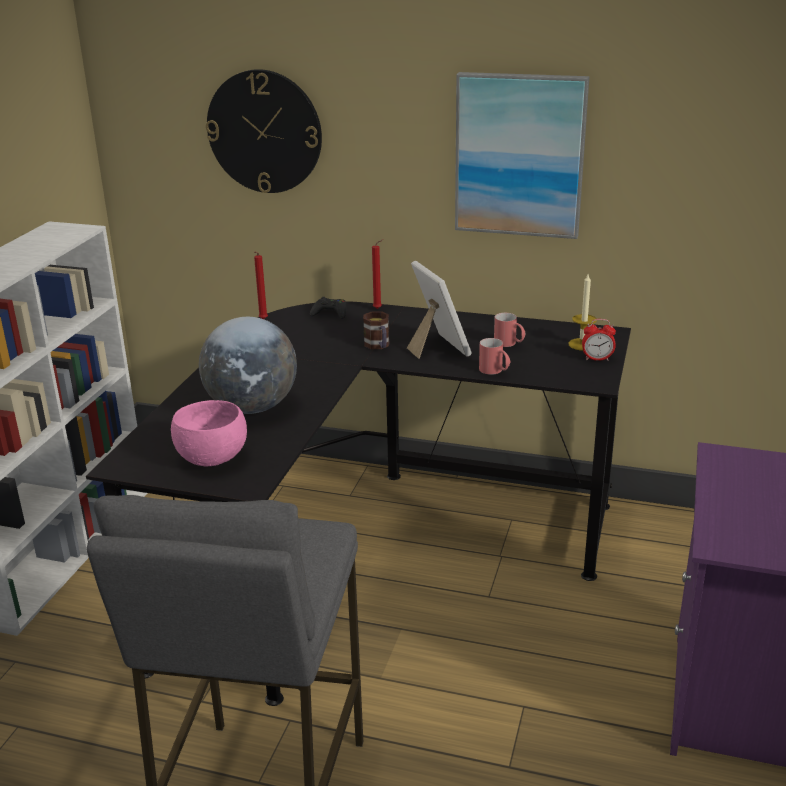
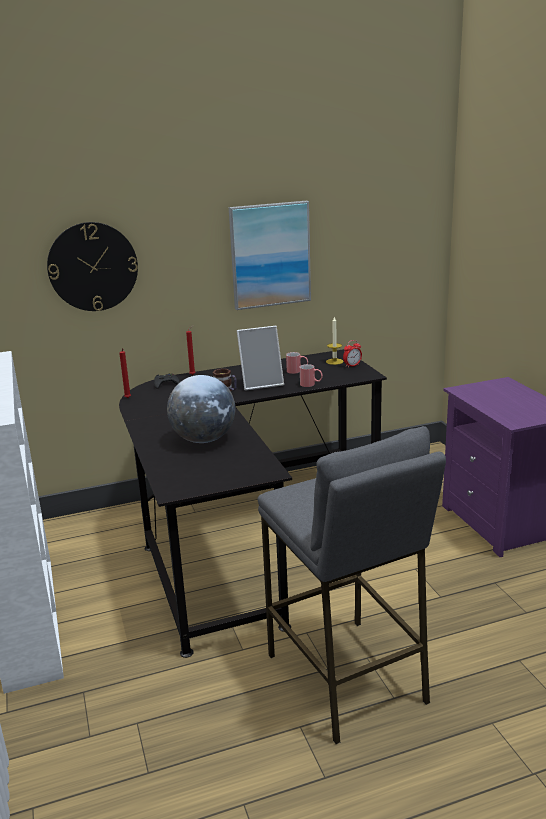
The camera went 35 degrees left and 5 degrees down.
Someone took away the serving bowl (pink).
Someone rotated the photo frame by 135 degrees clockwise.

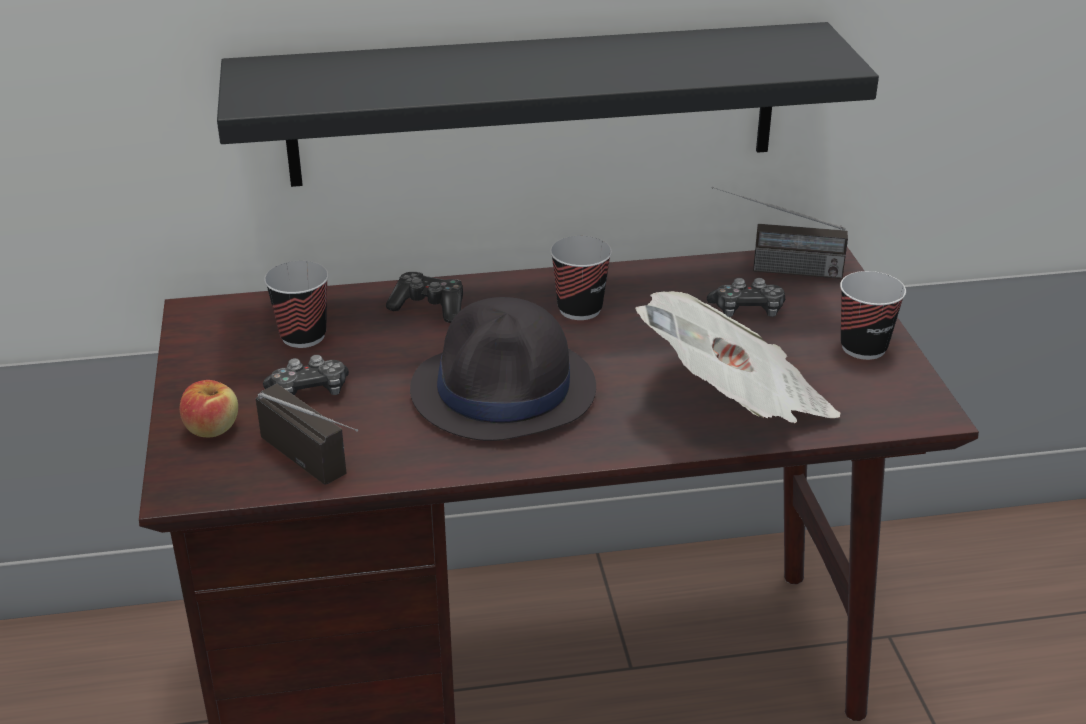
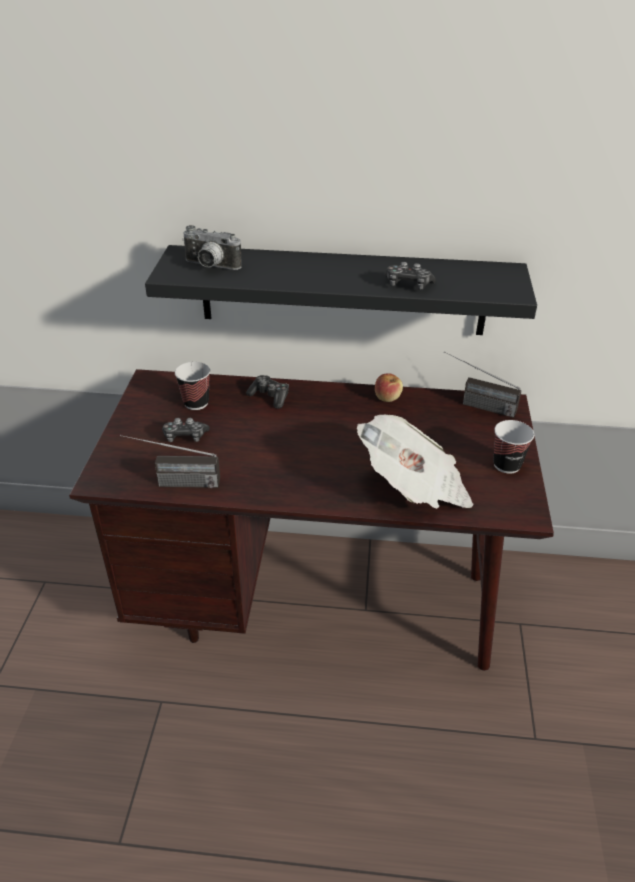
The camera went 15 degrees right and 5 degrees up.
Someone took away the hat (black).
Someone took away the drinking cup (no. 2 from left).
Someone put down the photo camera.
Someone carried the apple fruit.
Someone carried the gamepad (no. 3 from left).
Someone rotated the radio set (no. 1 from left) by 120 degrees clockwise.

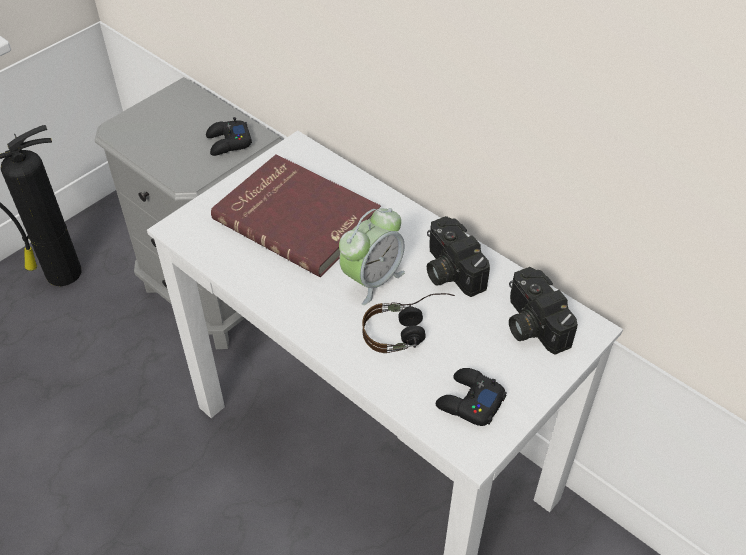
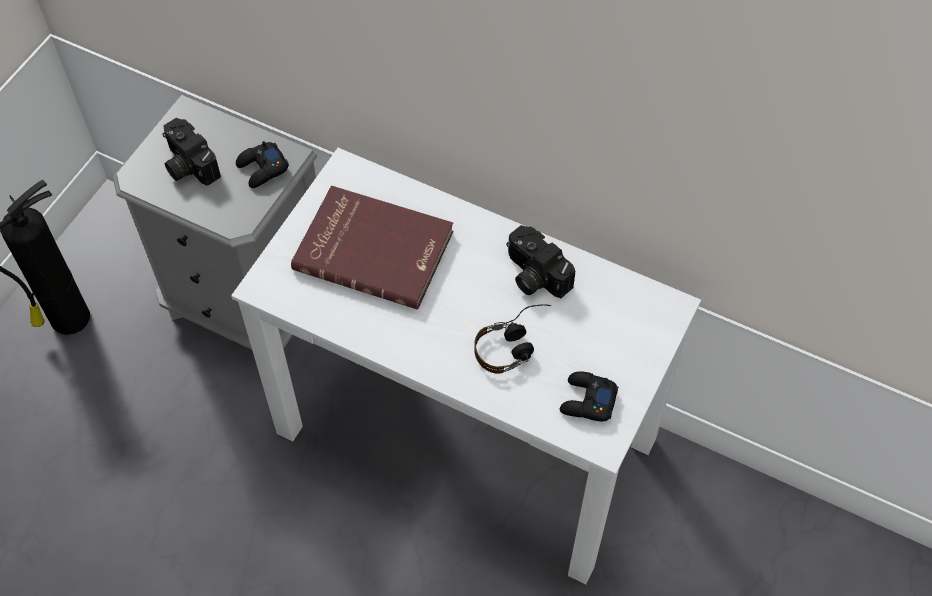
The camera went 15 degrees left and 10 degrees up.
Someone took away the alarm clock.
Someone carried the photo camera (no. 2 from left in the first image).

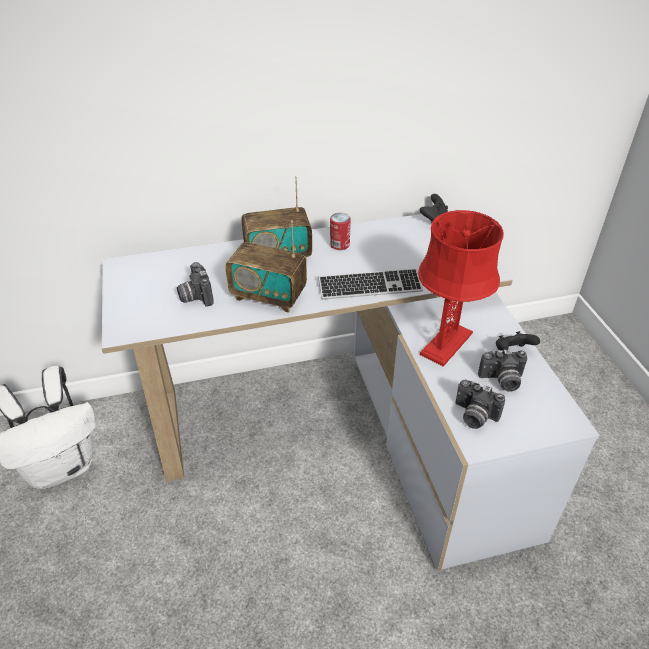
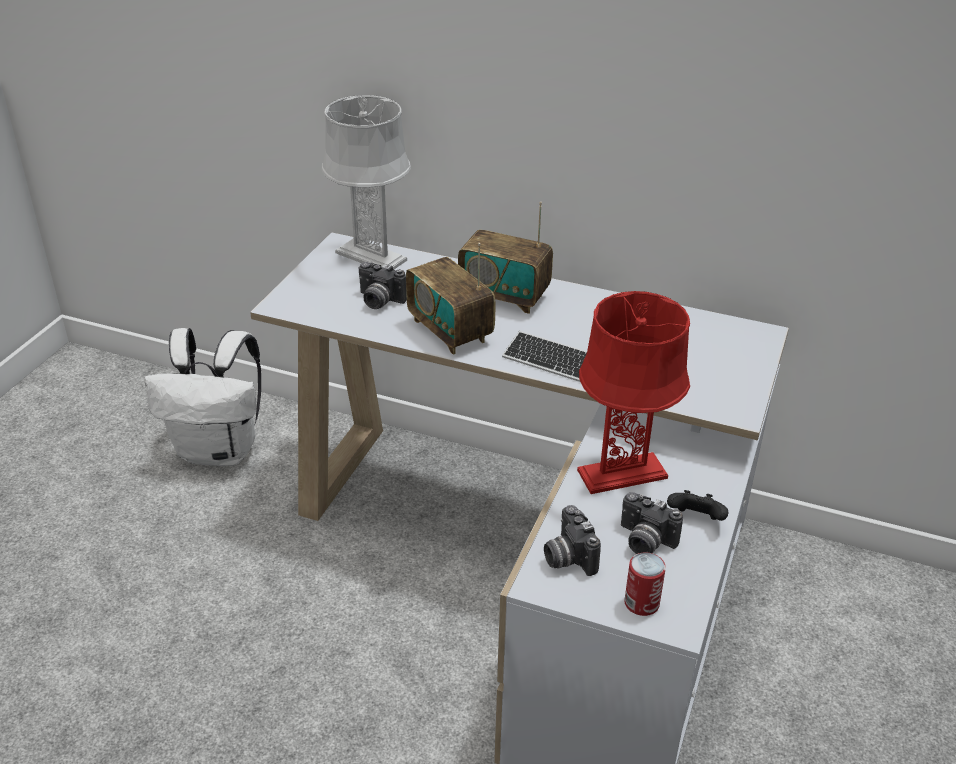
The camera went 35 degrees right and 5 degrees down.
Someone took away the gamepad (black) (no. 1 from left).
Someone put down the lamp for a table (grey).
Someone carried the metal can.
Someone rotated the photo camera (no. 1 from left) by 75 degrees counterclockwise.

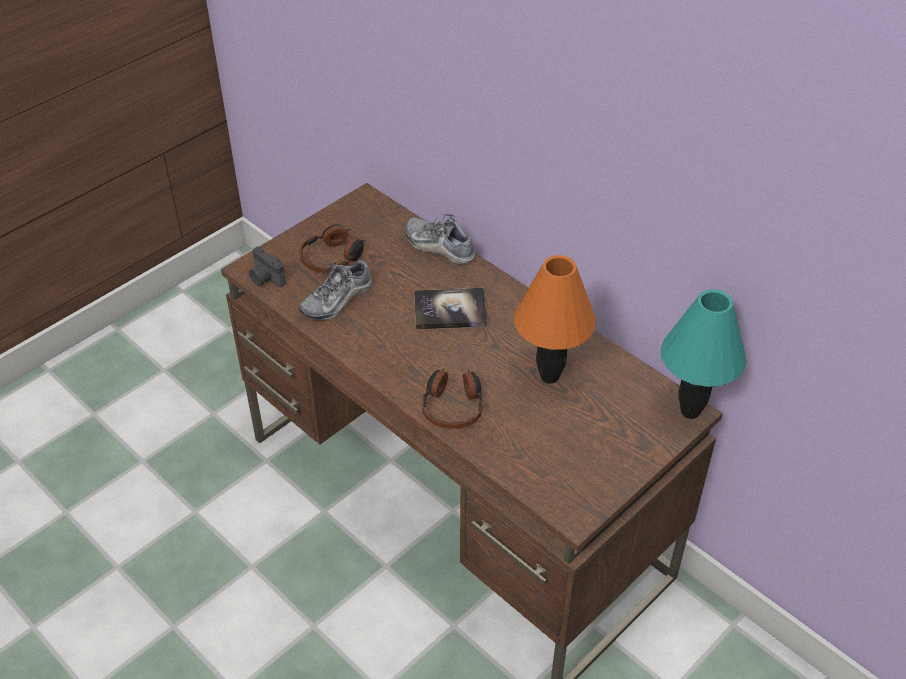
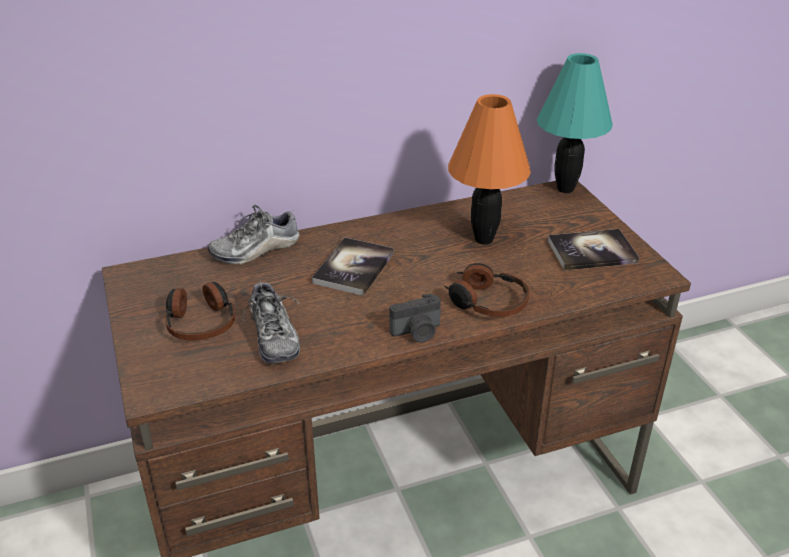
The camera went 65 degrees left and 10 degrees down.
Someone put down the bound book (no. 2 from left).
Someone carried the photo camera.

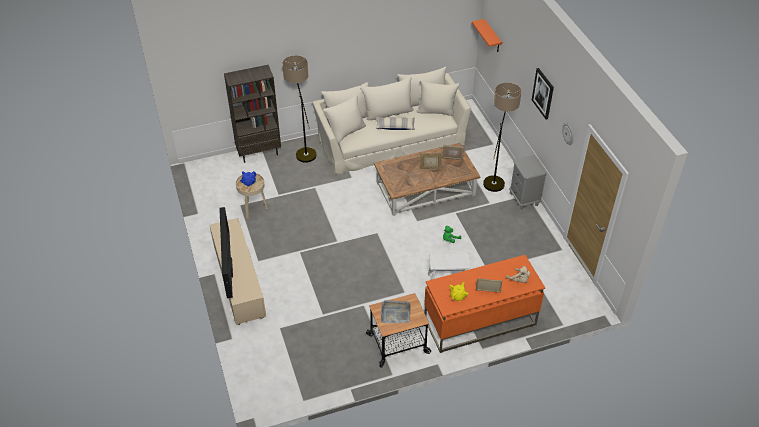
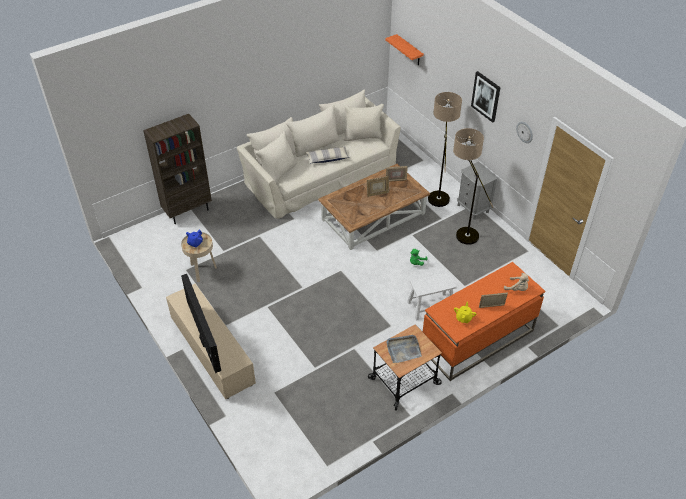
The camera went 15 degrees left and 0 degrees up.
Someone carried the floor lamp (no. 1 from left in the first image).

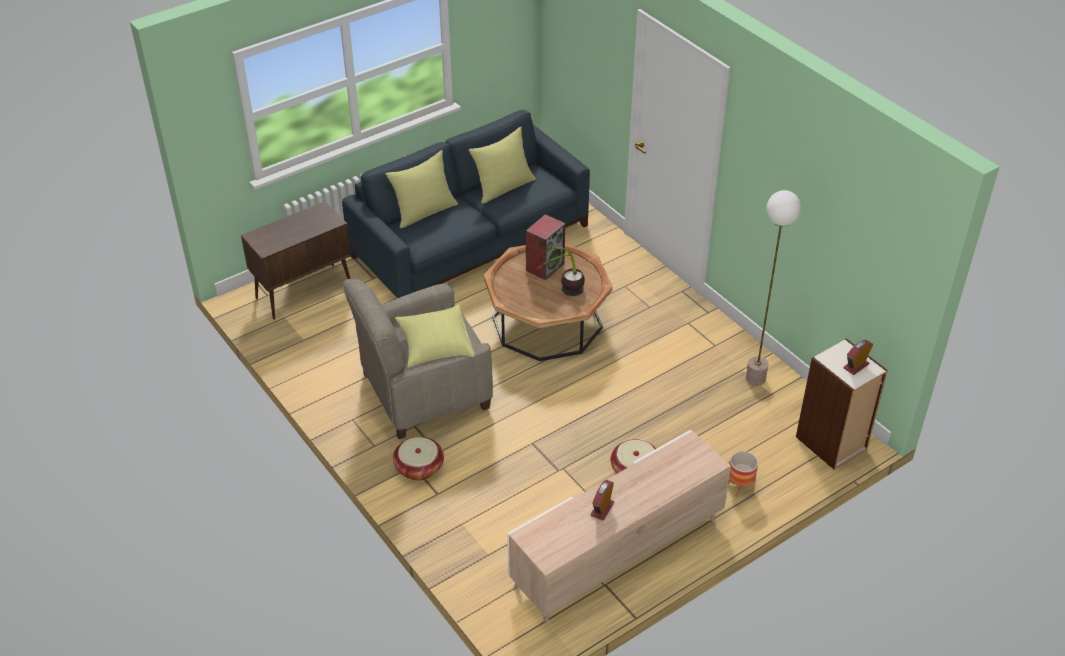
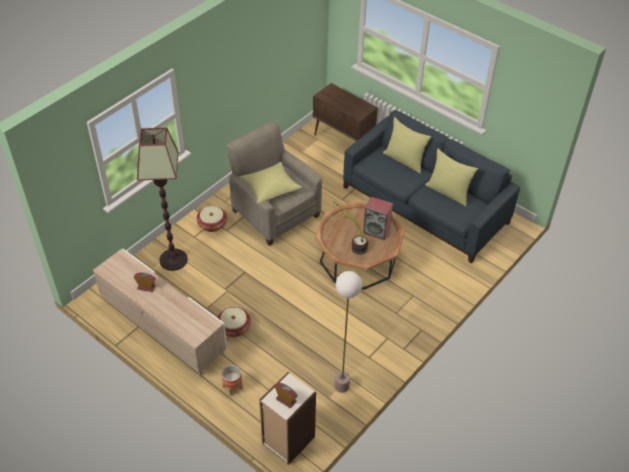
The camera went 75 degrees right and 5 degrees up.
Someone put down the floor lamp (no. 1 from left).

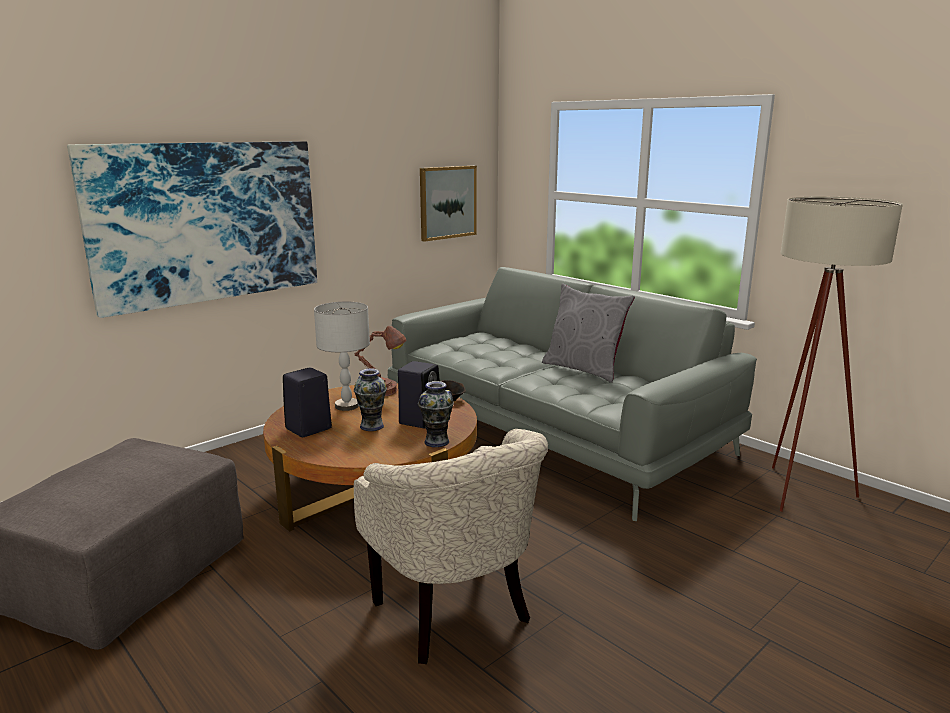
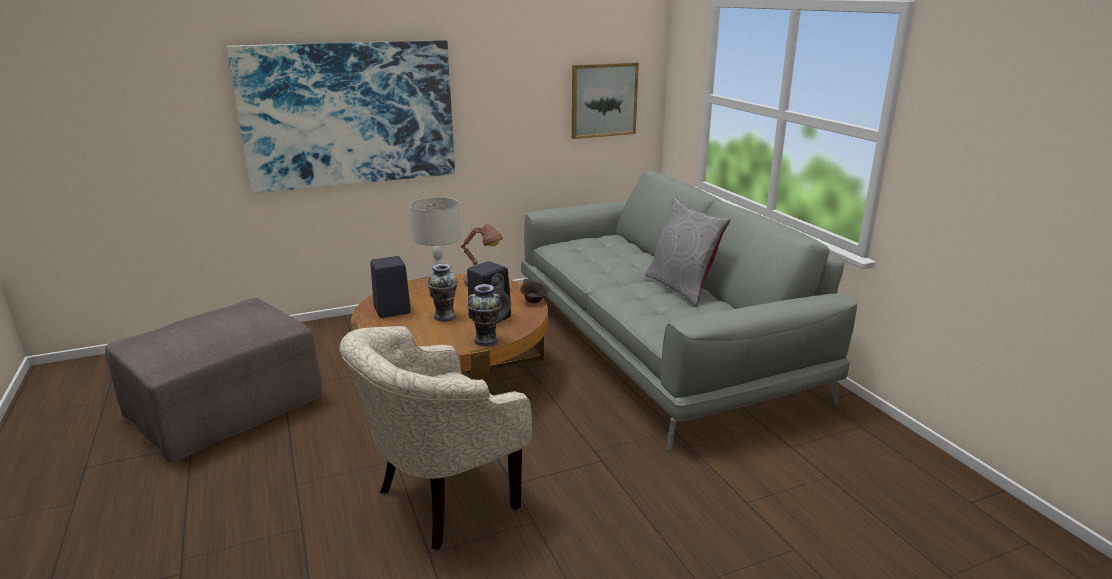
The camera went 20 degrees right and 5 degrees up.
Someone took away the floor lamp (beige).
Someone rotated the lounge chair (beige) by 60 degrees clockwise.

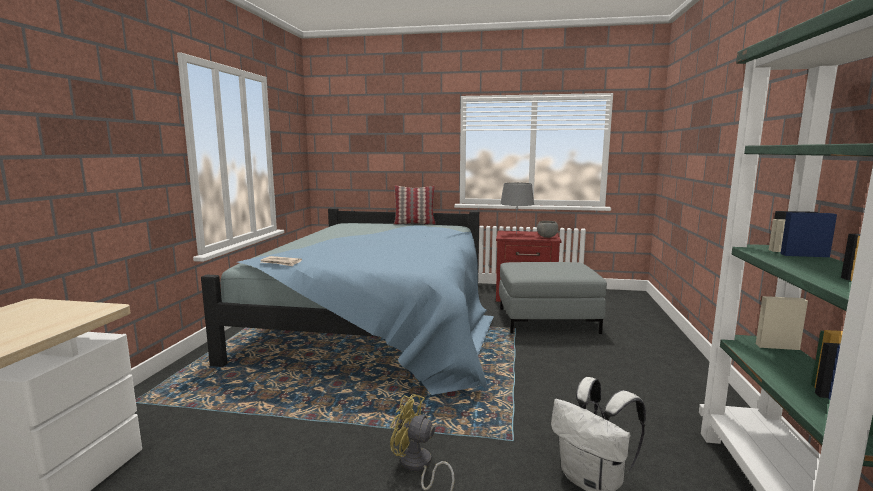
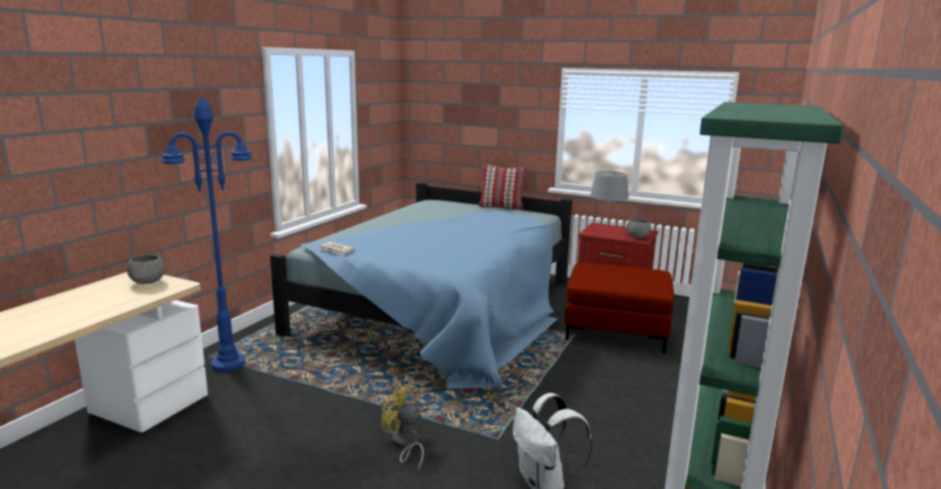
The camera went 15 degrees right and 5 degrees up.
Someone put down the serving bowl (grey) (no. 1 from left).
Someone put down the floor lamp (blue-coloured).
Someone repainted the ottoman (grey), which became the ottoman (reddish).

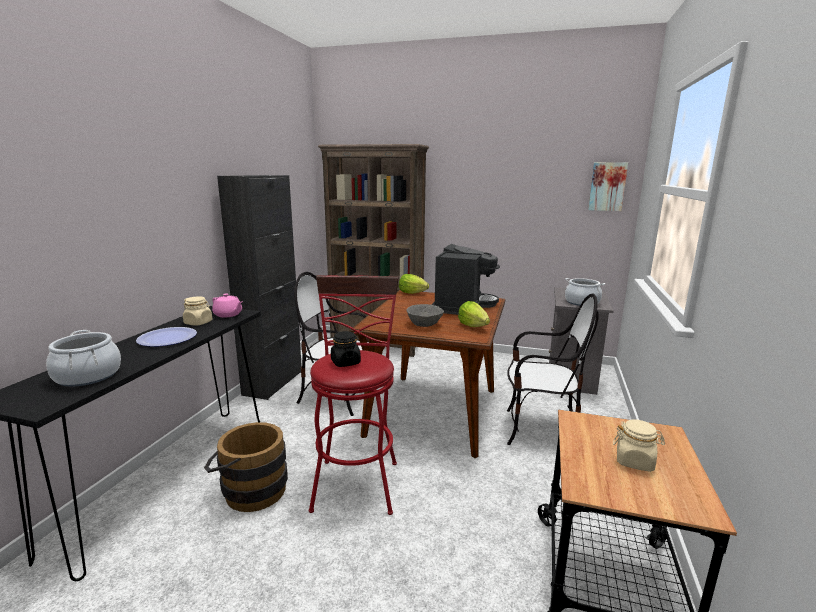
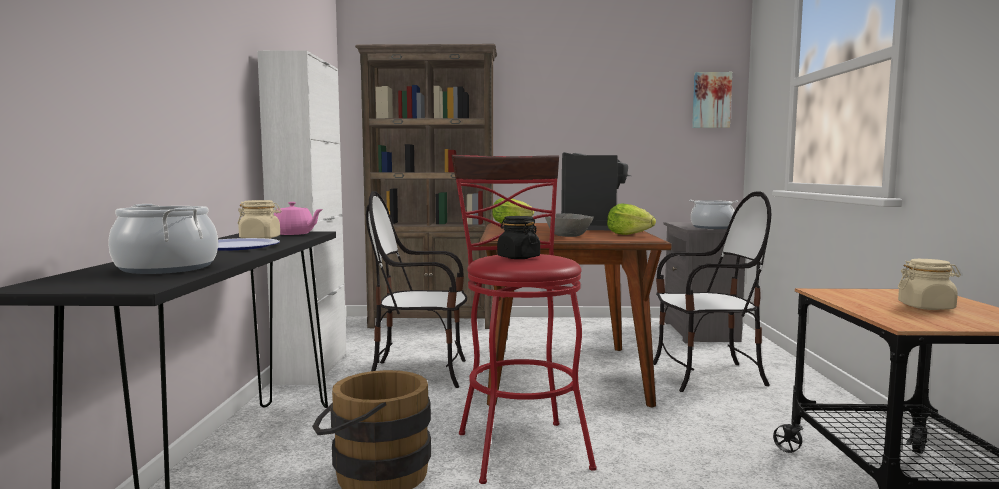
The camera went 15 degrees left and 10 degrees down.
Someone repainted the cabinet (black), which became the cabinet (white-coloured).

